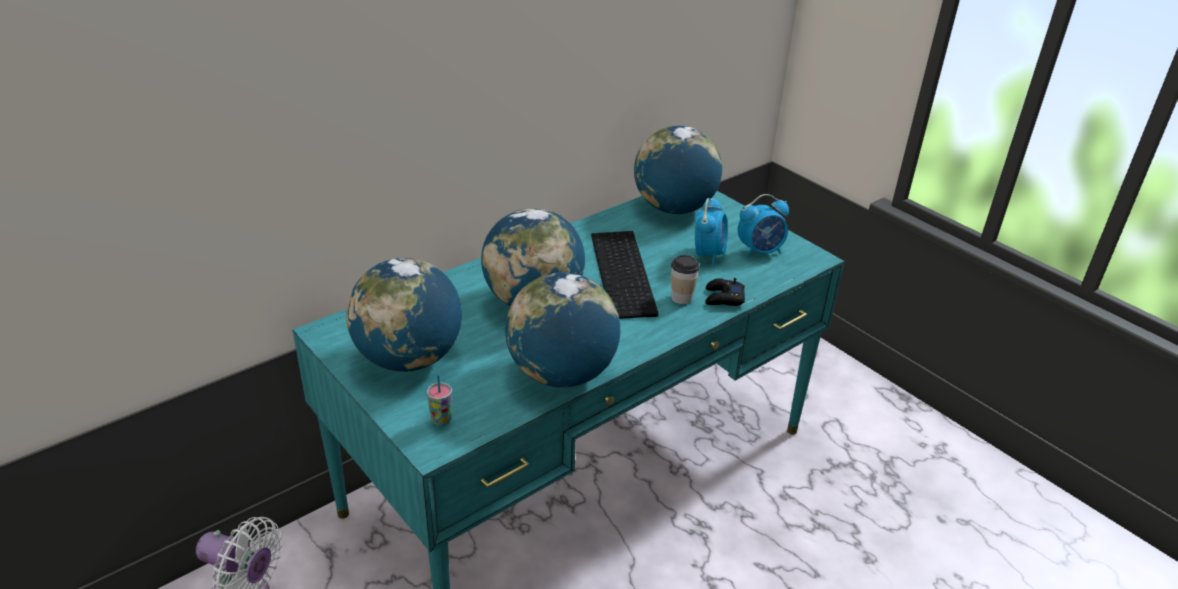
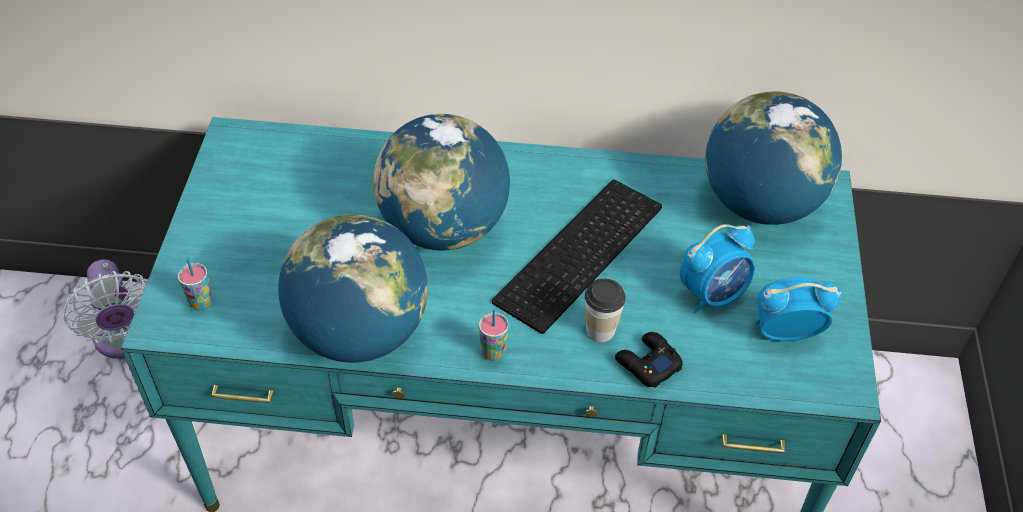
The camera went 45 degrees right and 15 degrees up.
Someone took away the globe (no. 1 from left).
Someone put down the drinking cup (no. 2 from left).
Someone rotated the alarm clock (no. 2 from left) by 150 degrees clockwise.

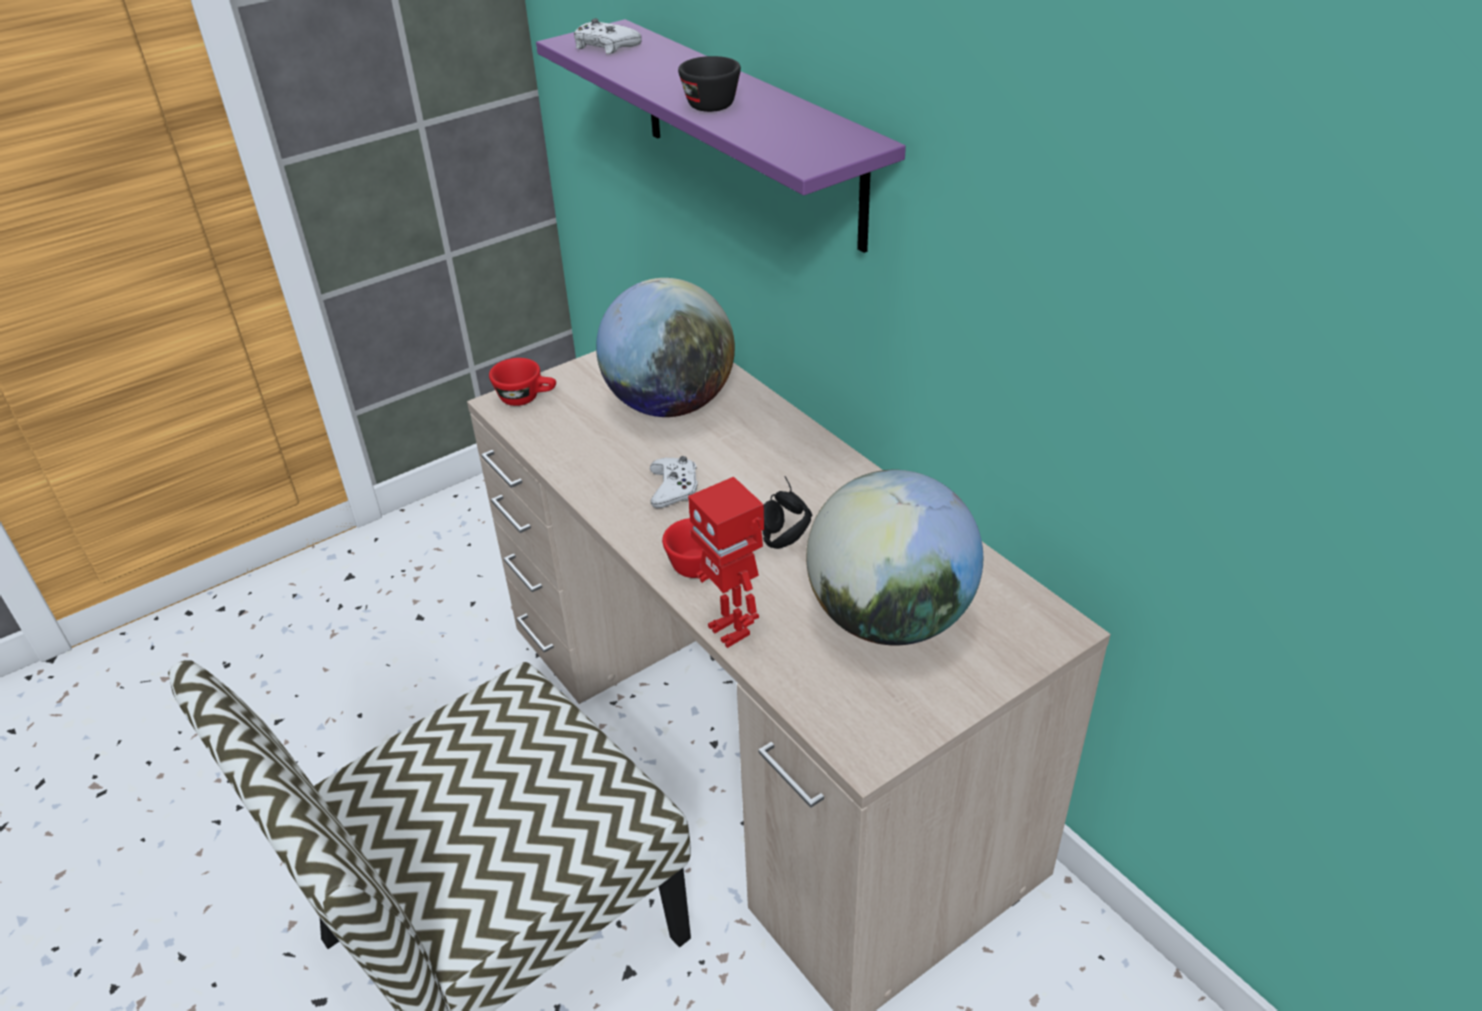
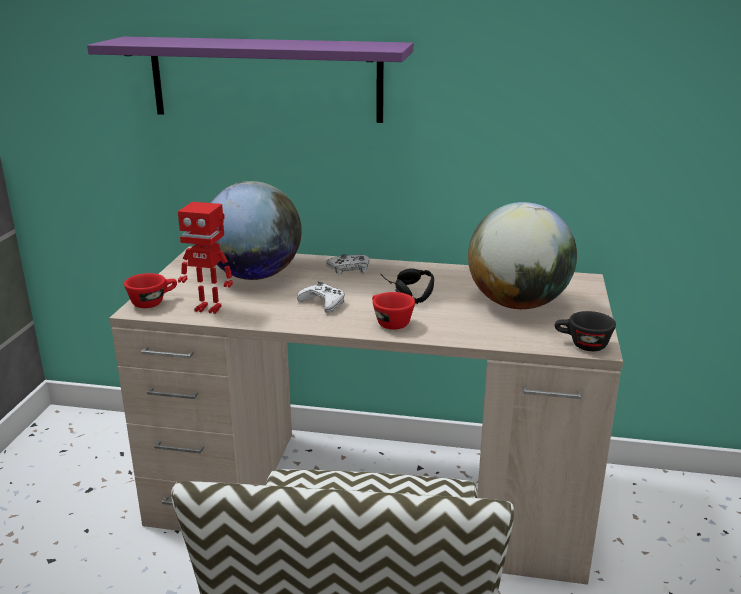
The camera went 45 degrees left and 15 degrees down.
Someone carried the gamepad (white-coloured) (no. 1 from left in the first image).
Someone carried the drinking cup (black).
Someone carried the model robot.

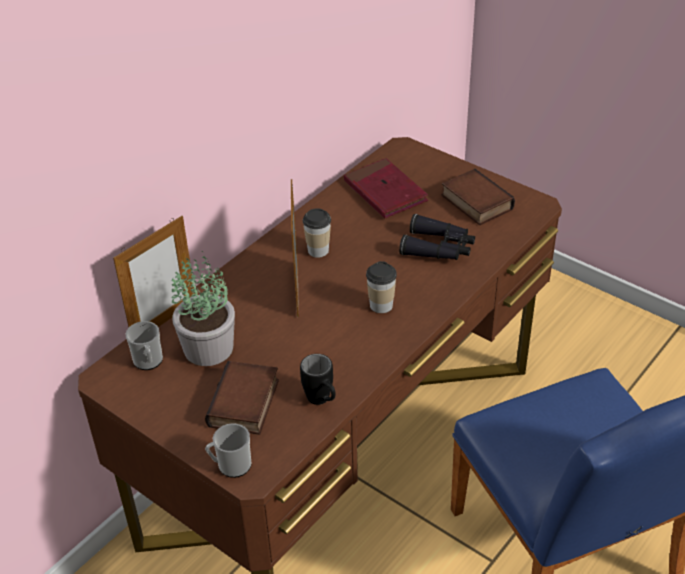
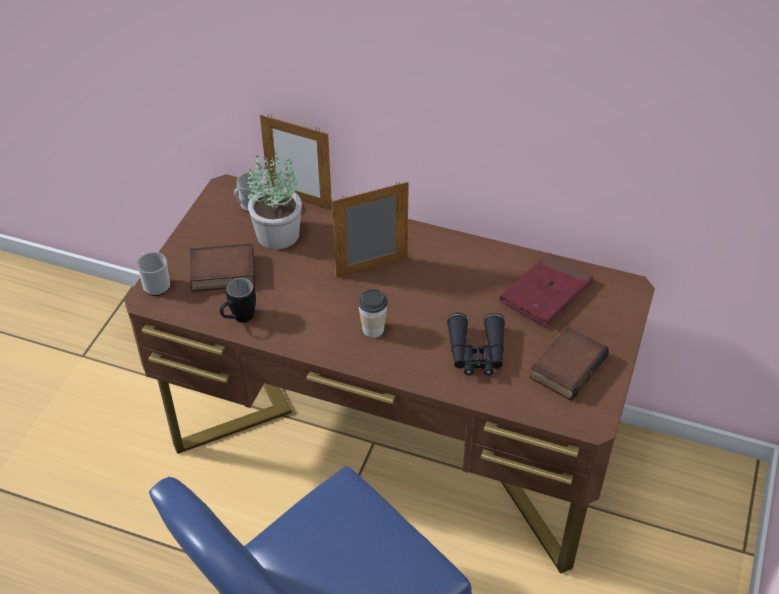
The camera went 70 degrees right and 5 degrees up.
Someone took away the drinking cup (no. 1 from left).

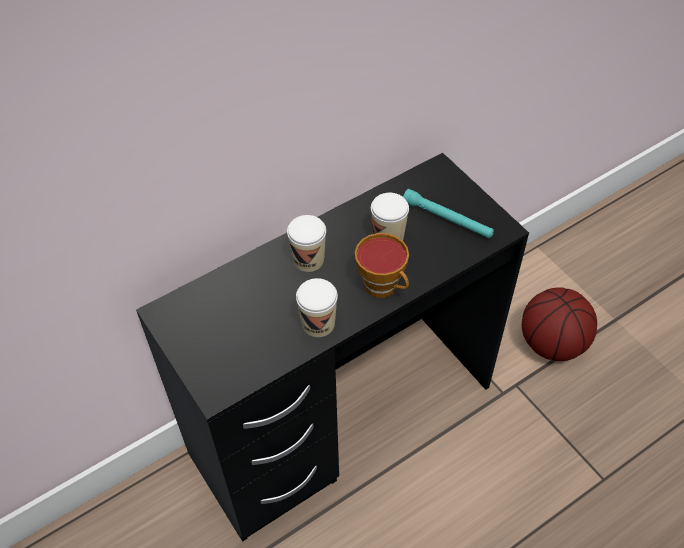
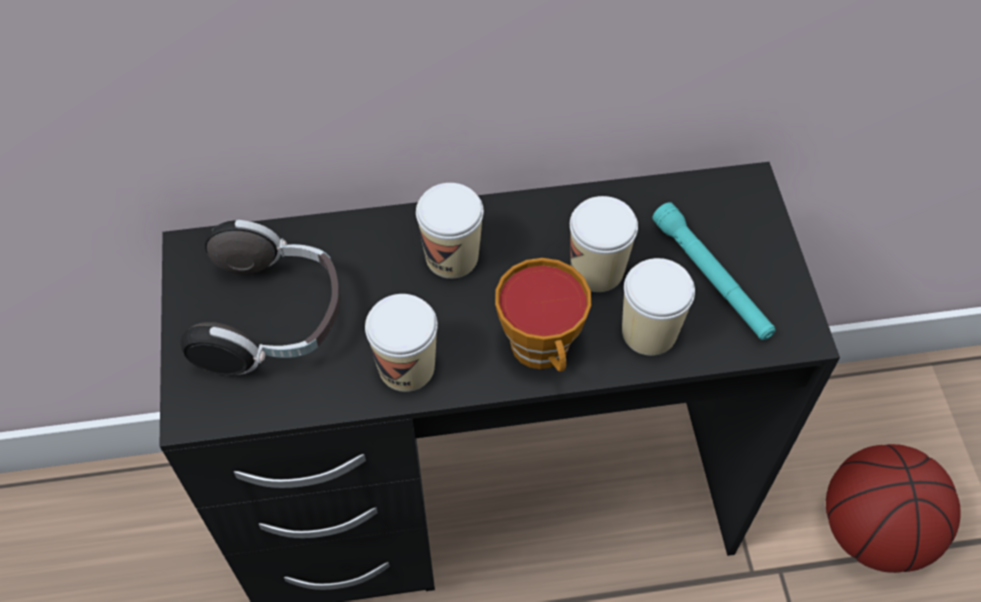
The camera went 25 degrees right and 5 degrees up.
Someone put down the pair of headphones.
Someone put down the drinking cup (no. 5 from left).

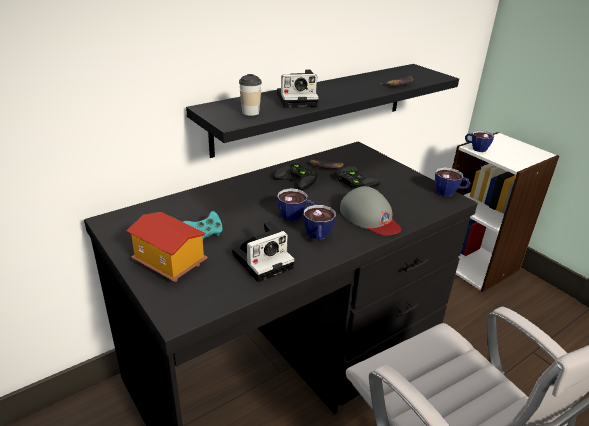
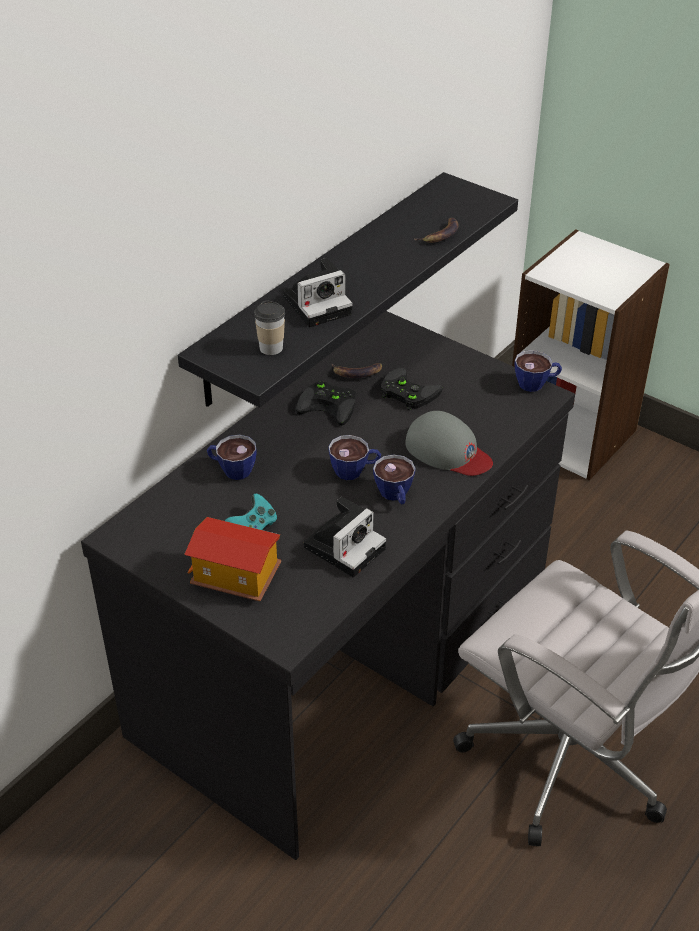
The camera went 15 degrees left and 10 degrees up.
Someone carried the drinking cup (no. 5 from left in the first image).

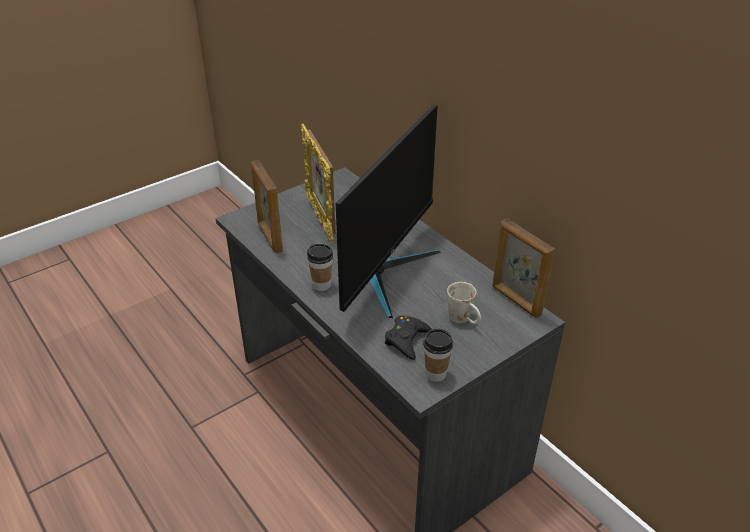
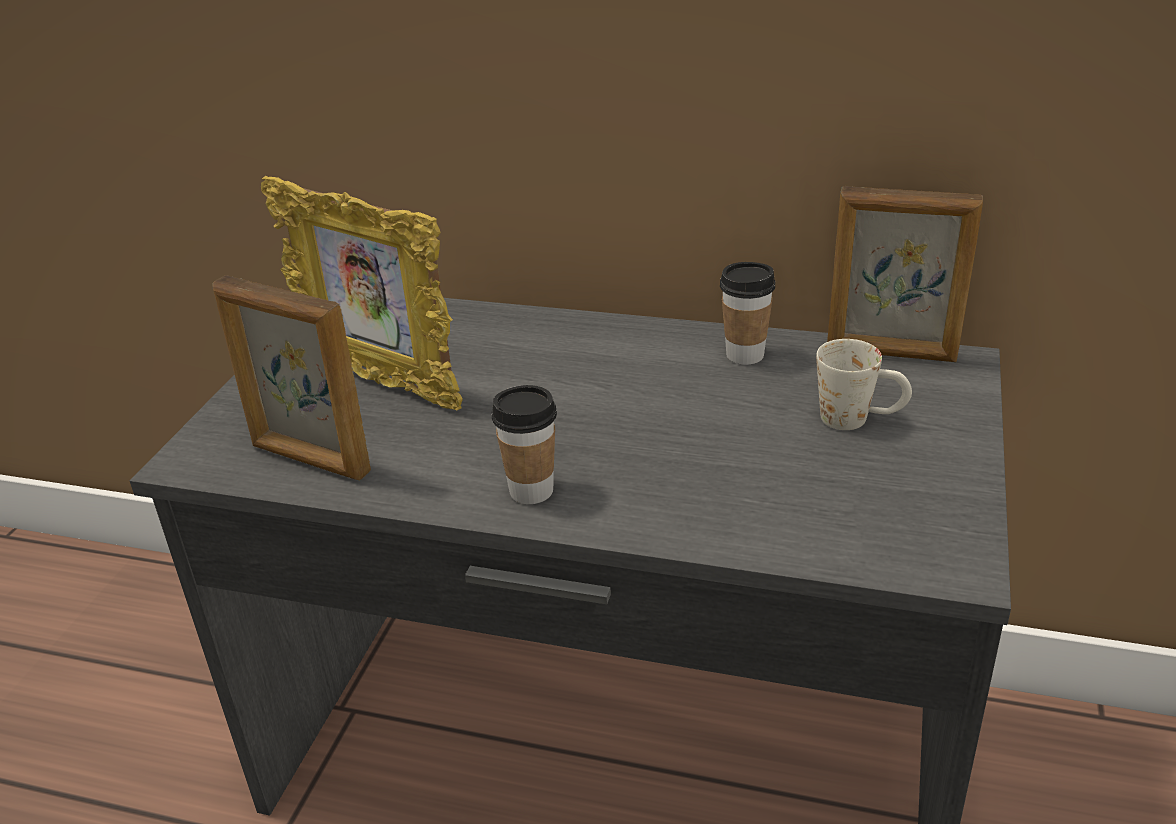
The camera went 35 degrees left and 5 degrees down.
Someone took away the computer screen.
Someone took away the gamepad (black).
Someone carried the drinking cup (no. 2 from left).

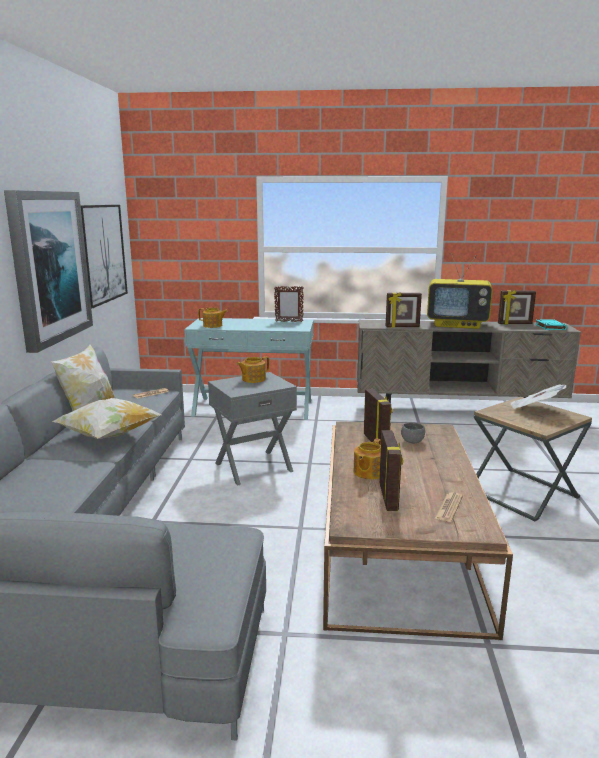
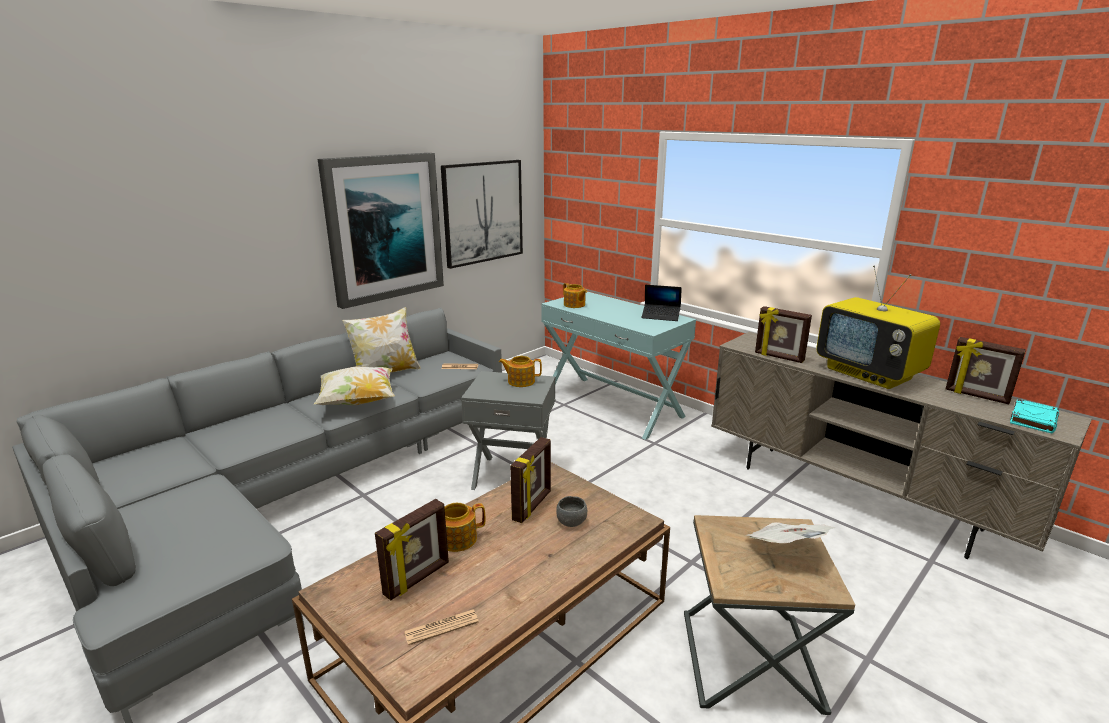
The camera went 40 degrees right and 5 degrees up.
Someone swapped the photo frame (no. 1 from left) for the laptop.

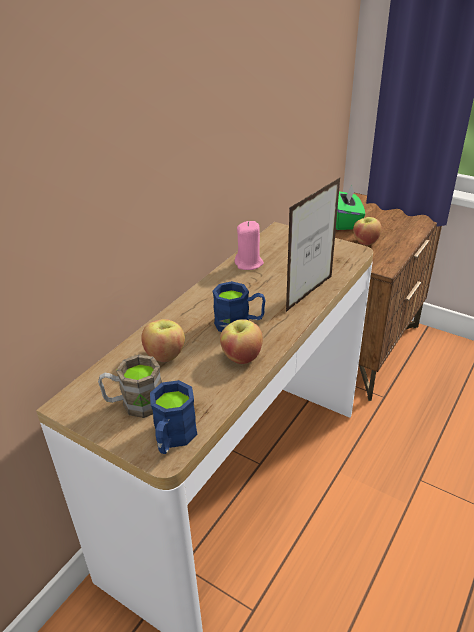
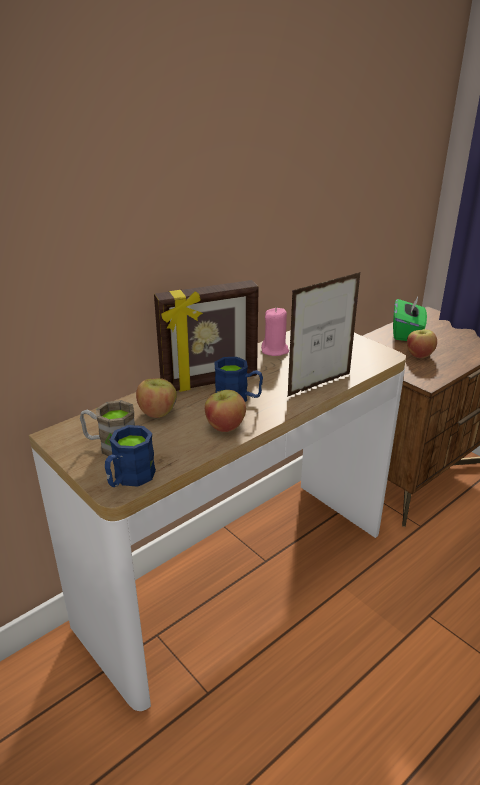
The camera went 15 degrees right and 5 degrees down.
Someone put down the photo frame (no. 1 from left).

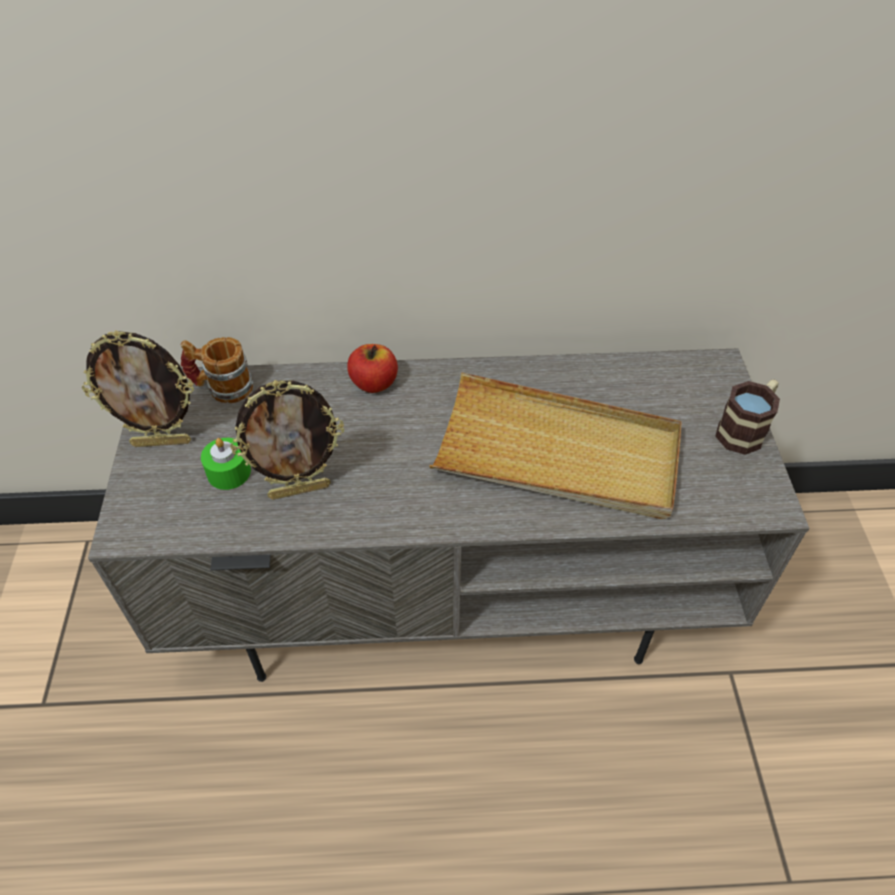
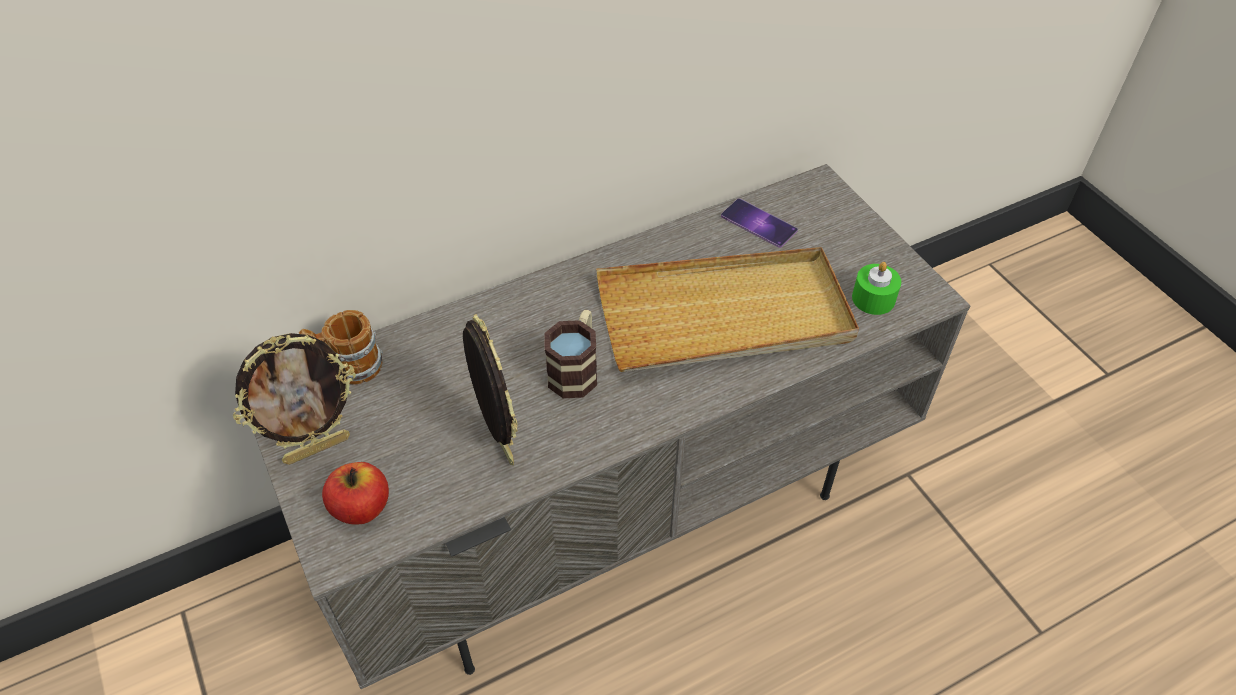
The camera went 25 degrees left and 0 degrees up.
Someone put down the phone.
Someone carried the wax light (greenish).
Someone carried the apple fruit.
Someone carried the tea mug (no. 2 from left).
Someone rotated the photo frame (no. 2 from left) by 75 degrees counterclockwise.

